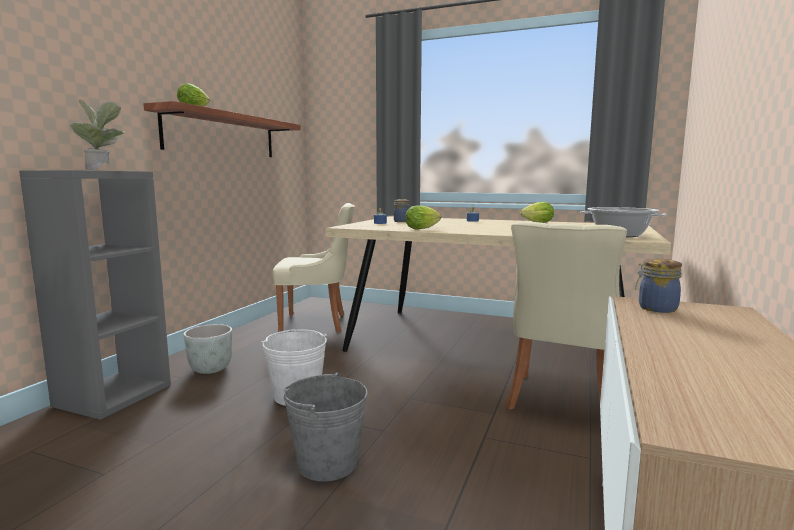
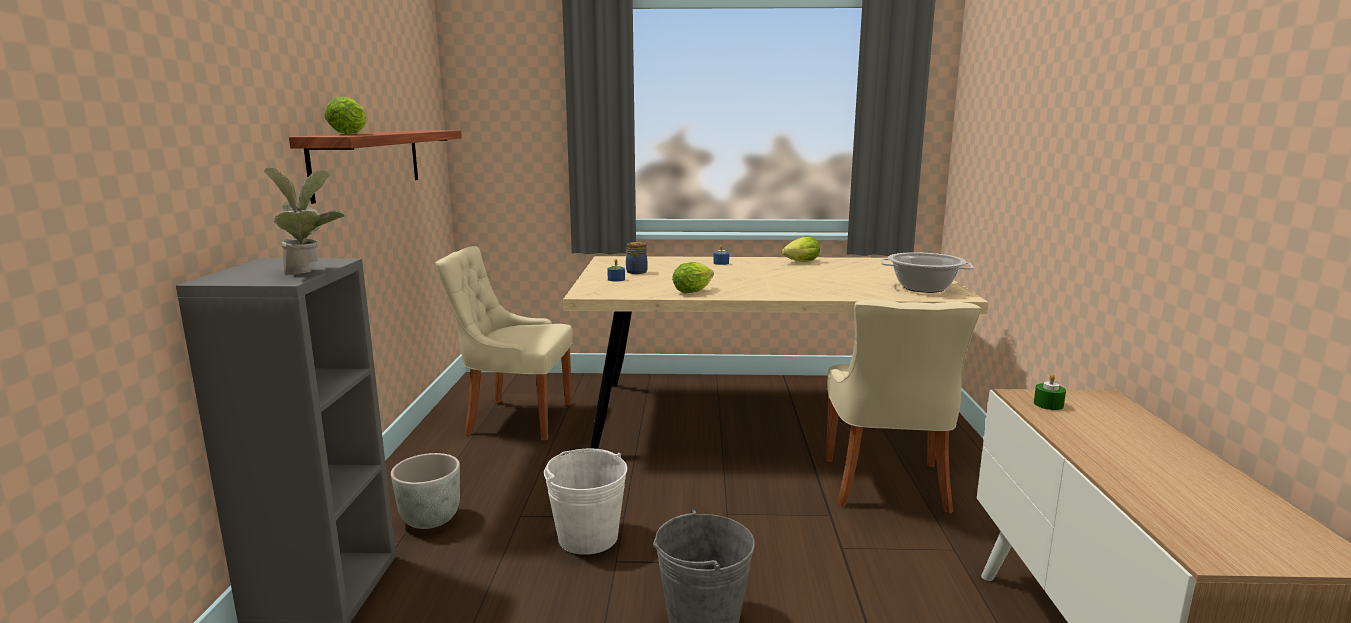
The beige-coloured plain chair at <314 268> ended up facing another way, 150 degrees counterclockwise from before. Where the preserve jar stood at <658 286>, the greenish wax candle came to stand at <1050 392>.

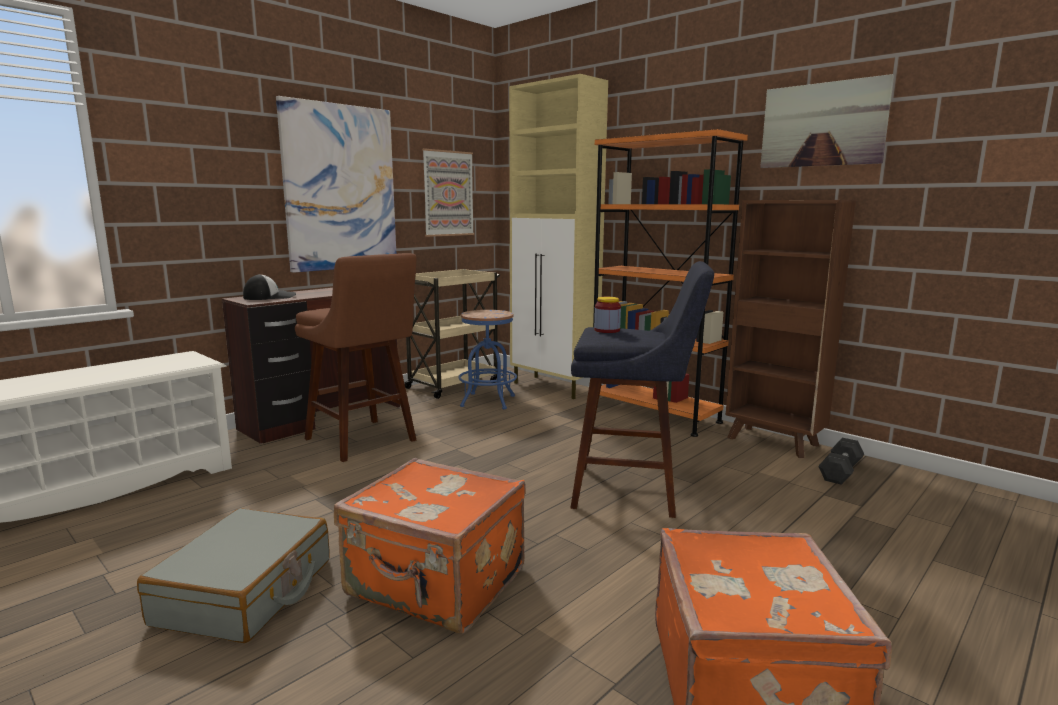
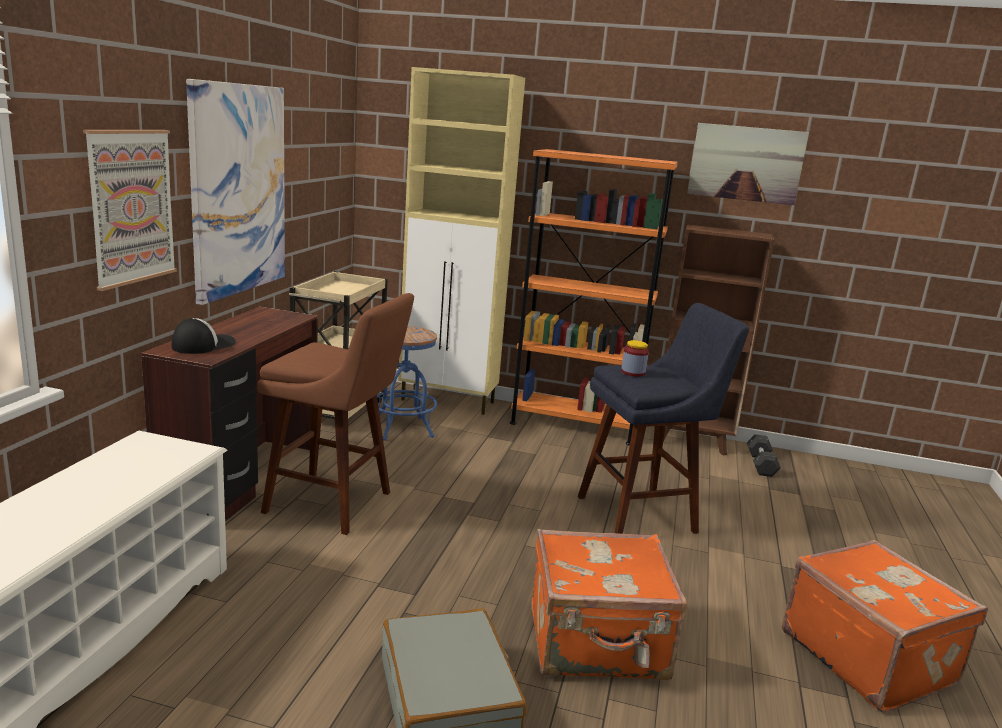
The wall picture ended up elsewhere, having gone from <448 192> to <130 210>.

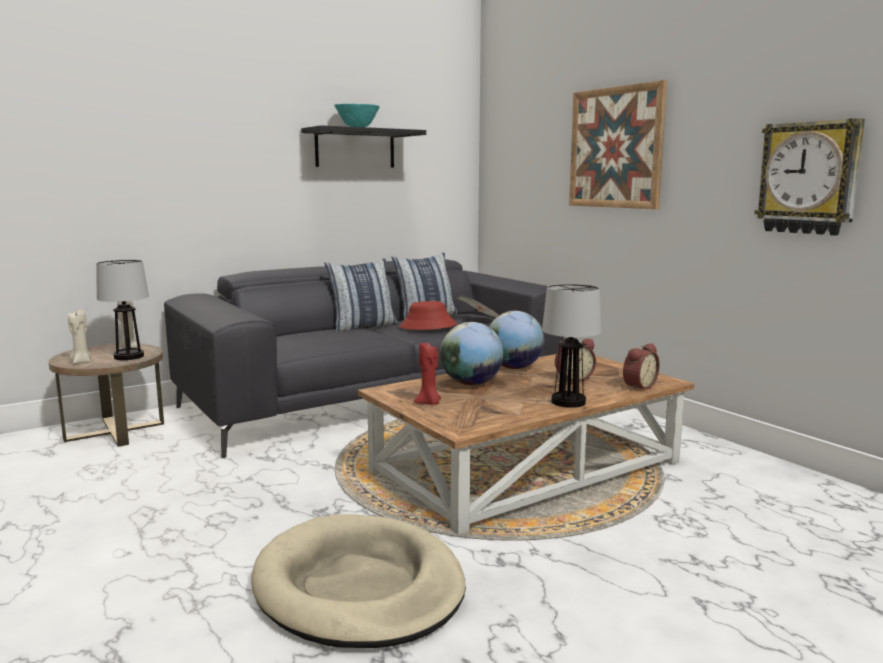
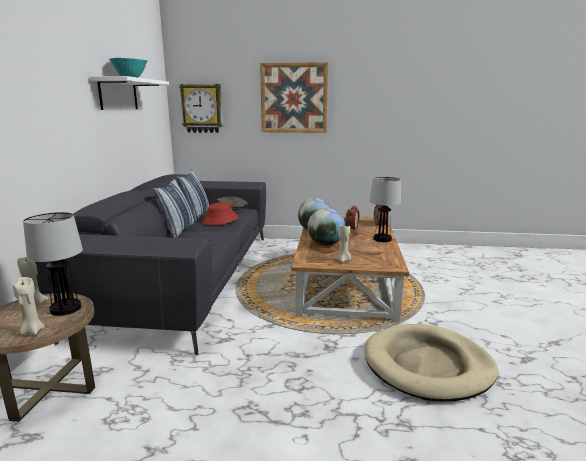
What was the black-coloured shelf at <363 146> turned into the white shelf at <129 93>. What was the red wax candle at <428 374> turned into the beige-coloured wax candle at <344 243>. The wall clock ended up elsewhere, having gone from <809 177> to <201 108>.

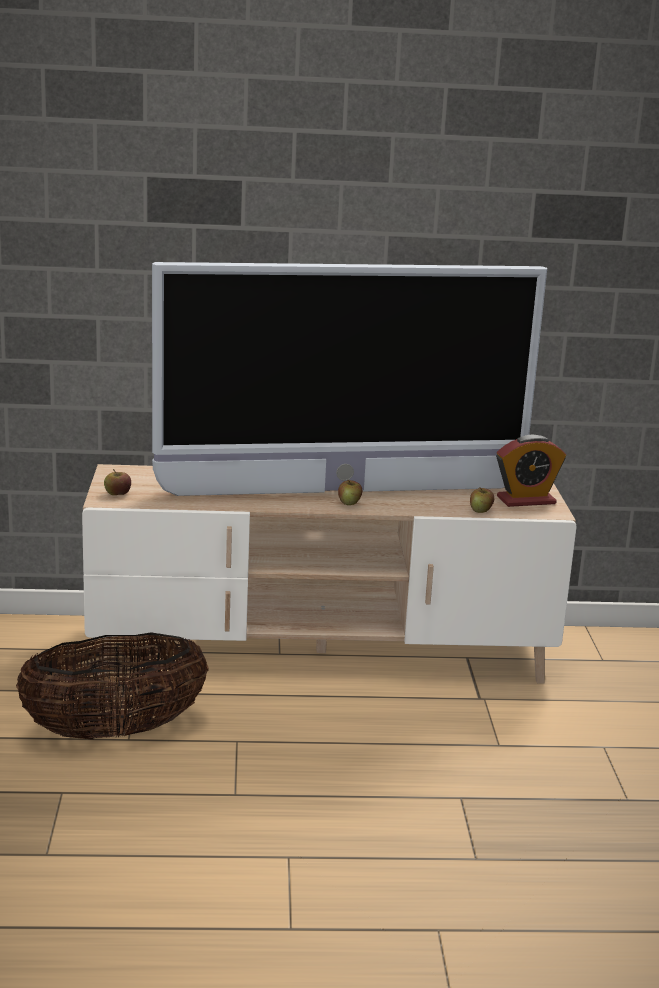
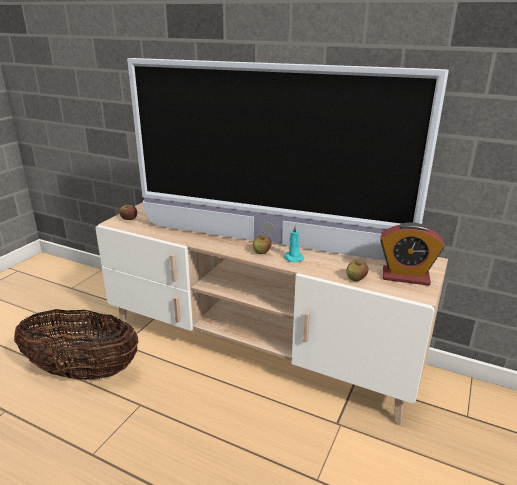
The second view gained the blue-green wax candle at <294 243>.

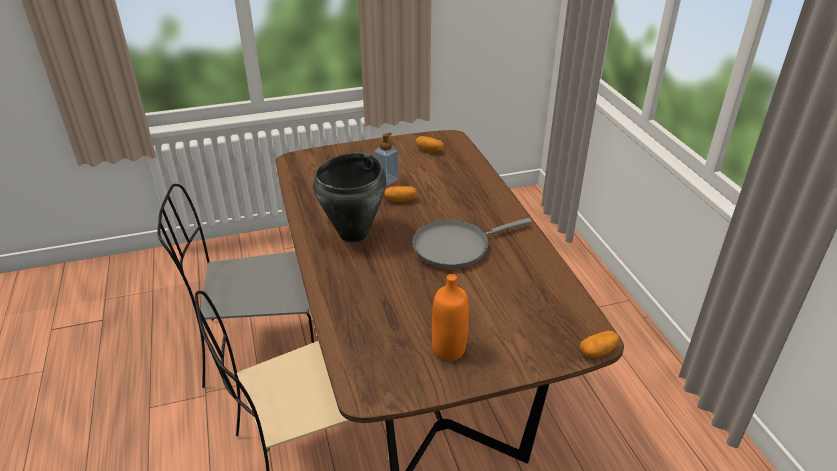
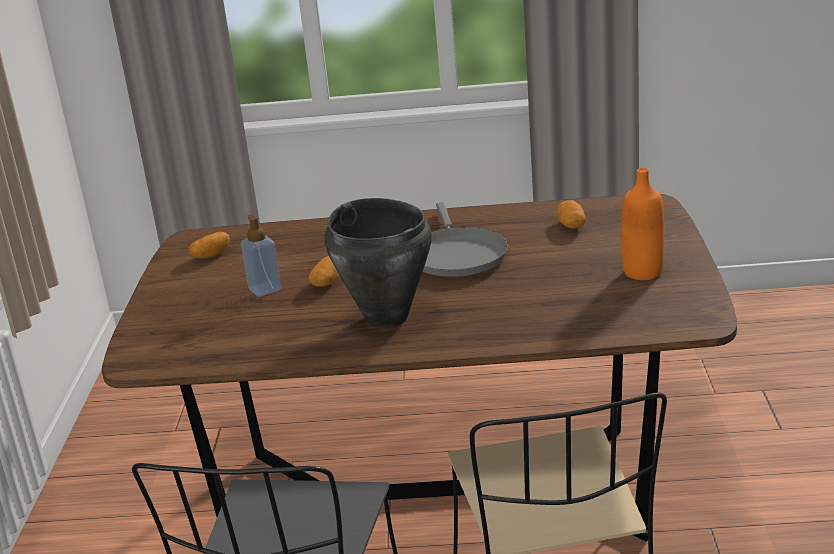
The potato ended up elsewhere, having gone from <599 344> to <571 214>.

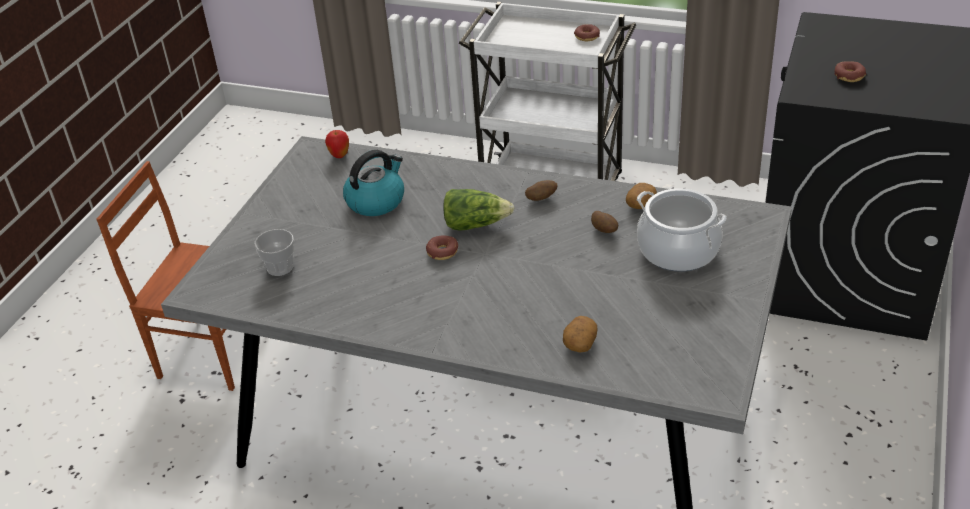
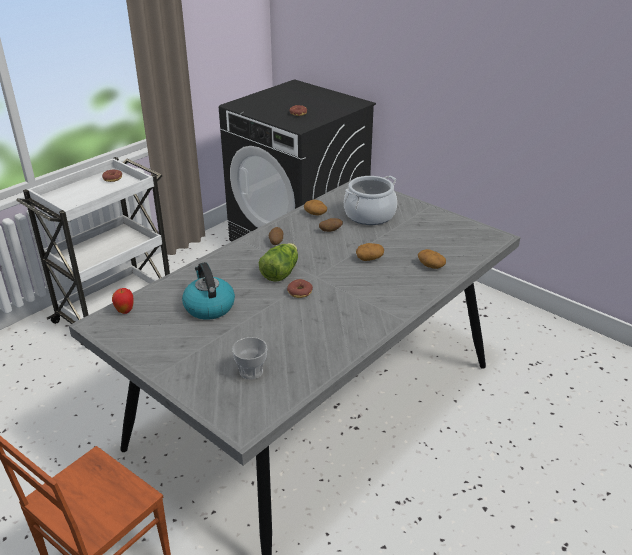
The second view gained the potato at <370 252>.

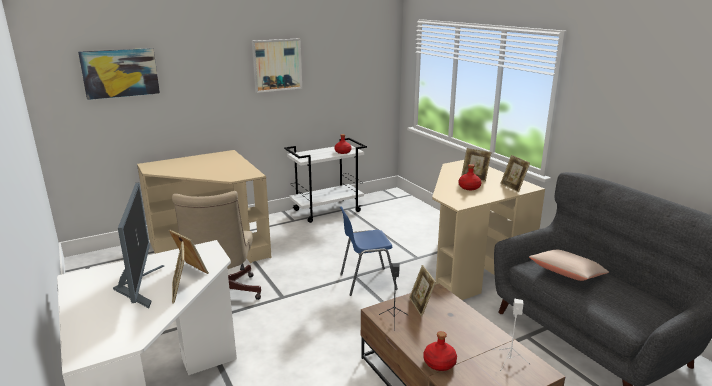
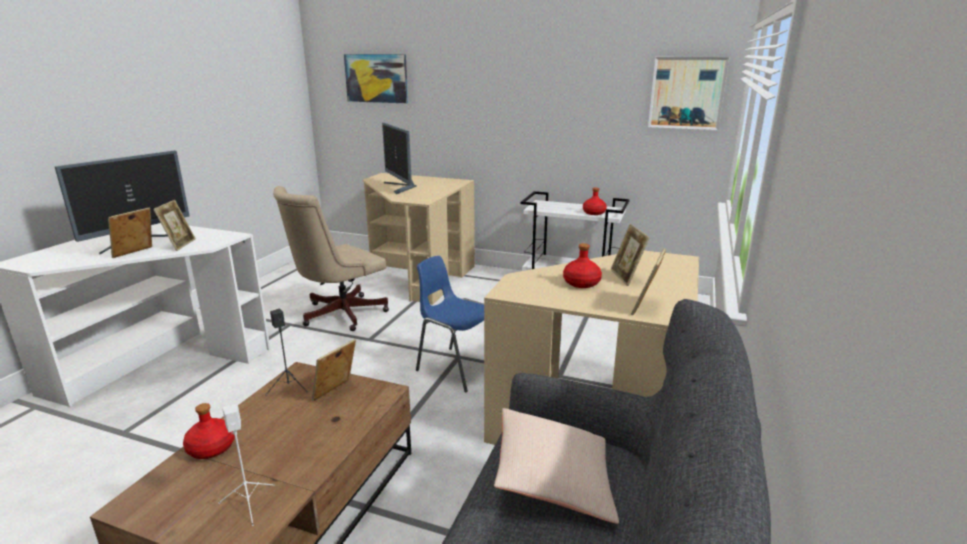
The wall picture ended up elsewhere, having gone from <277 65> to <688 93>. The second view gained the monitor at <399 158>.

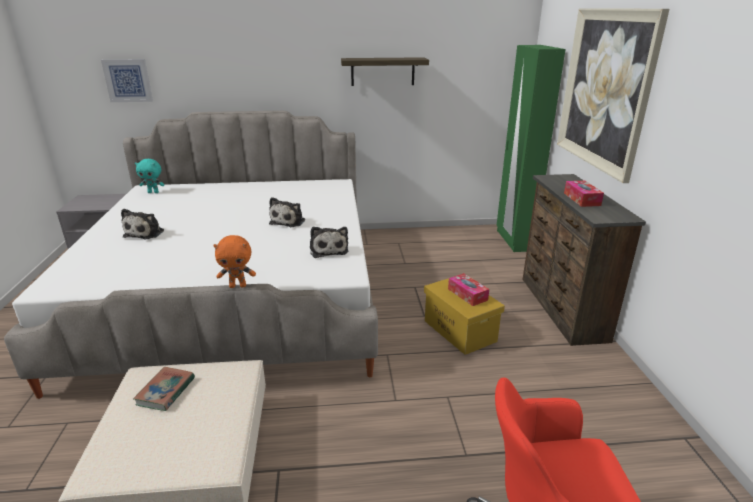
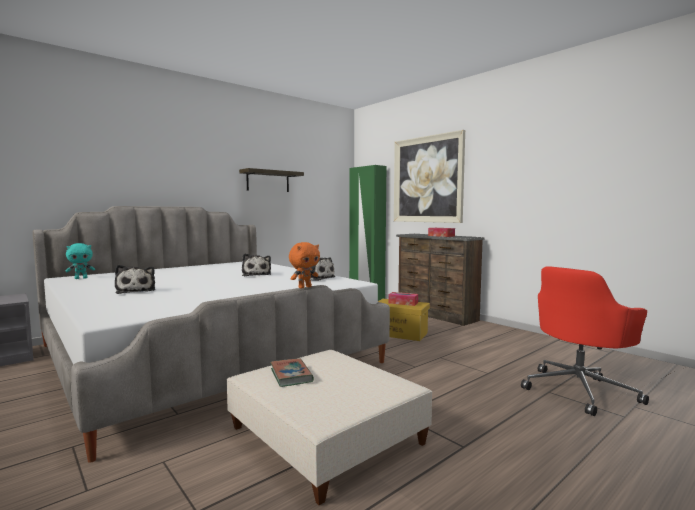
The second view lost the wall picture at <127 80>.

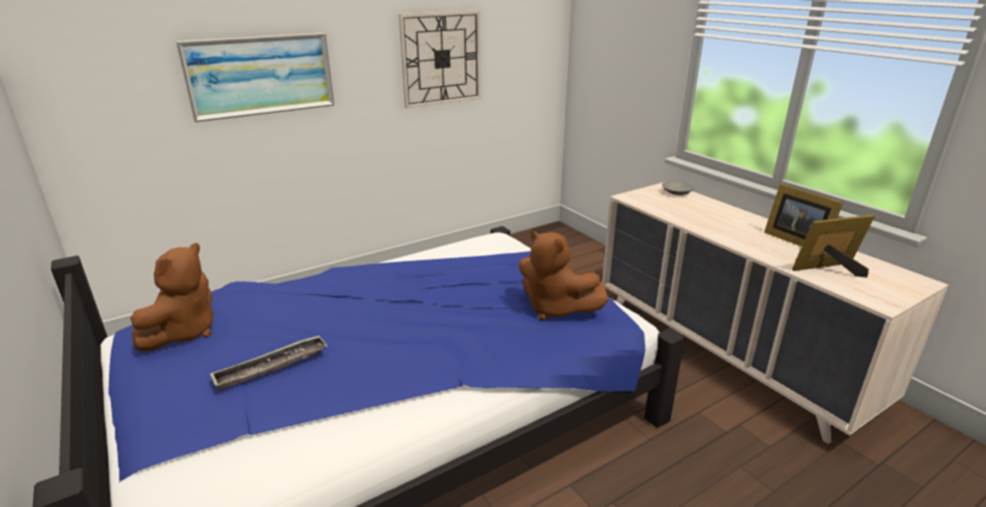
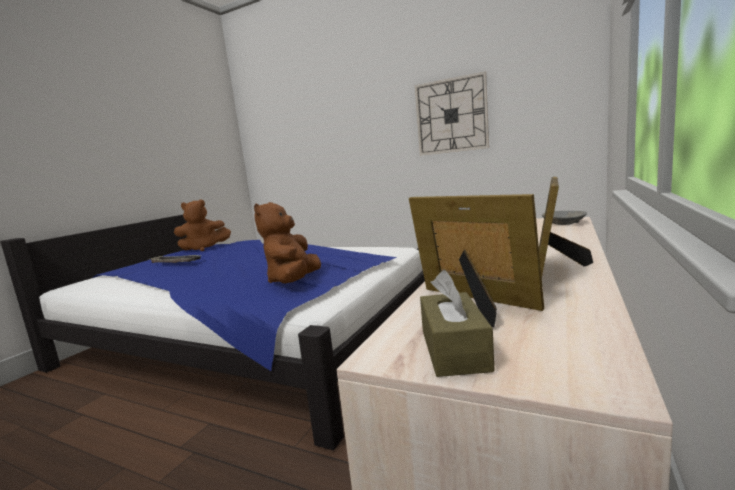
The second view lost the wall picture at <255 77>. The second view gained the brown box of tissues at <457 323>.

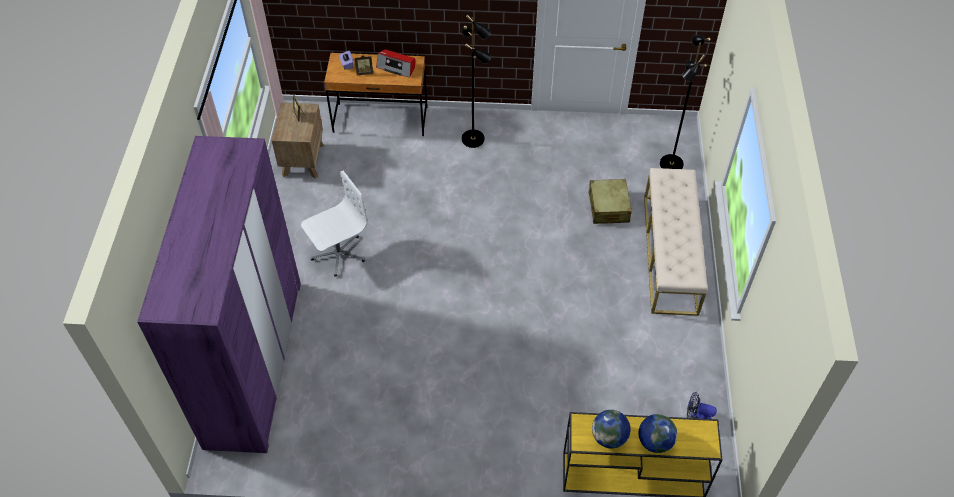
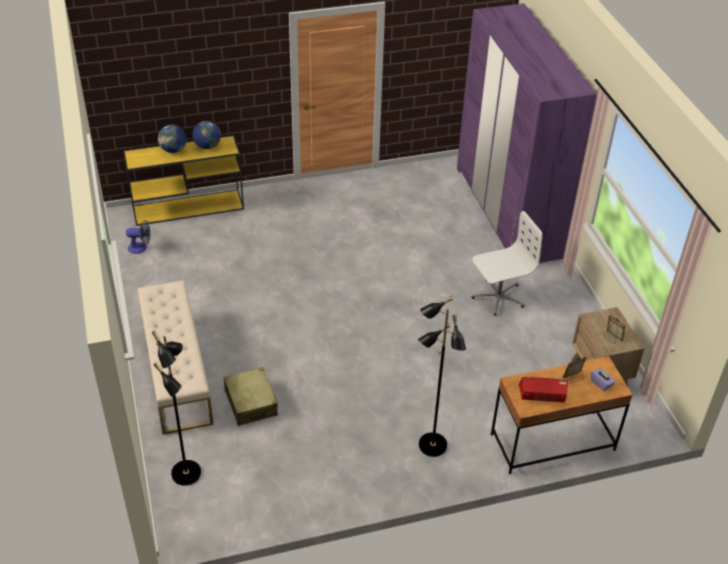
The white desk chair at <334 223> ended up facing another way, 150 degrees counterclockwise from before.

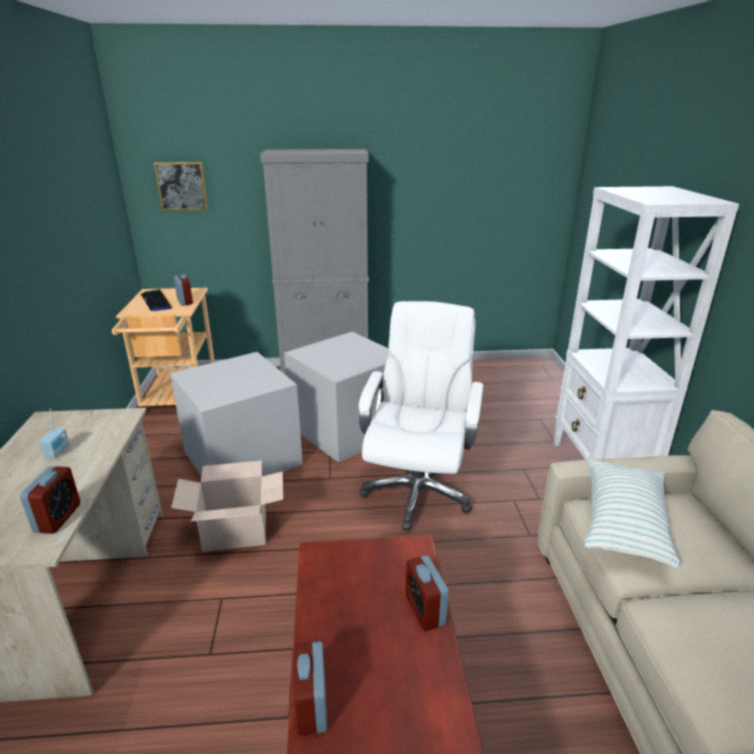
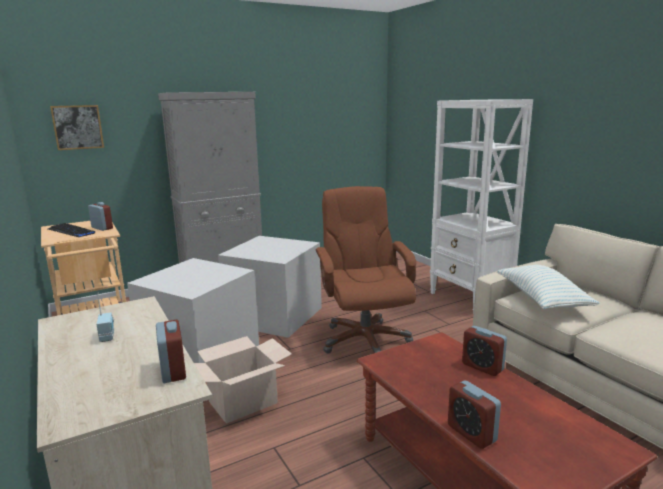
What was the white desk chair at <421 416> turned into the brown desk chair at <365 269>.

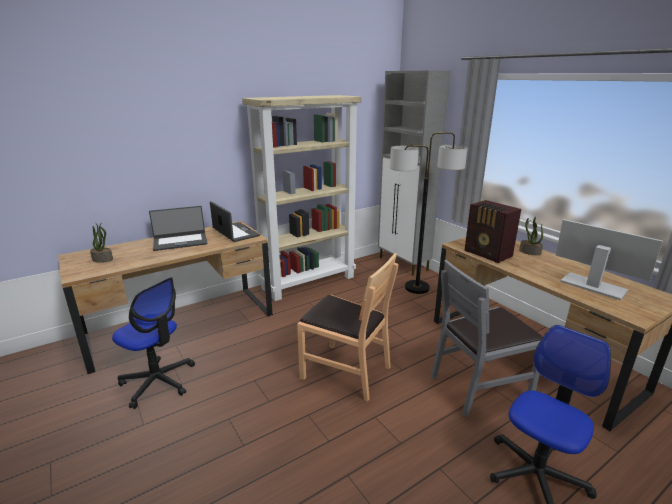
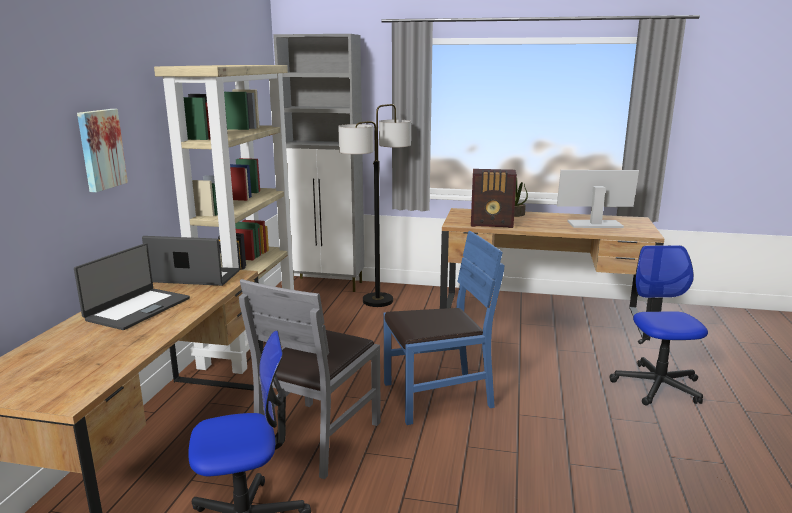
The second view lost the houseplant at <101 242>. What was the brown plain chair at <347 327> turned into the bluish plain chair at <443 328>. The grey plain chair ended up elsewhere, having gone from <487 338> to <310 379>. The second view gained the wall picture at <102 150>.

